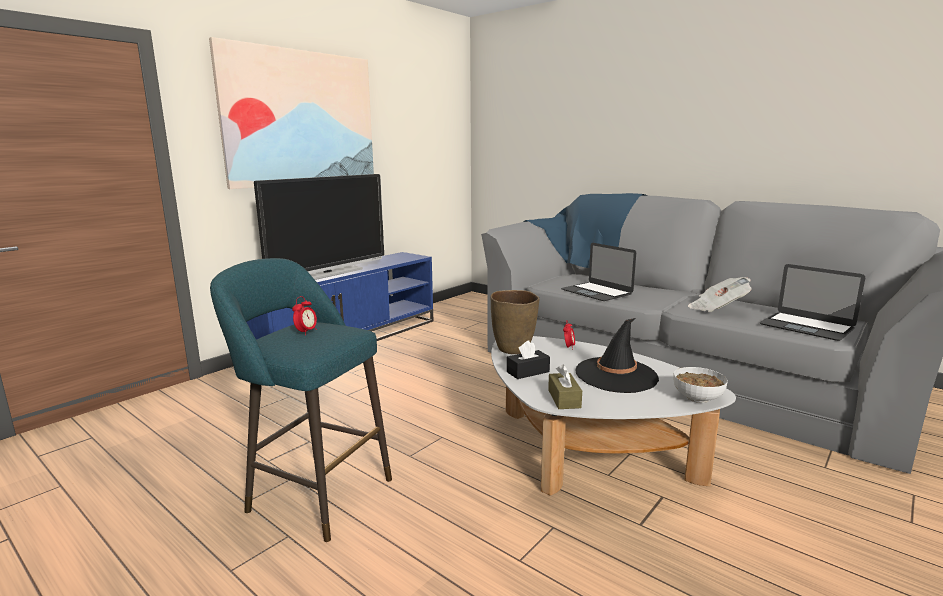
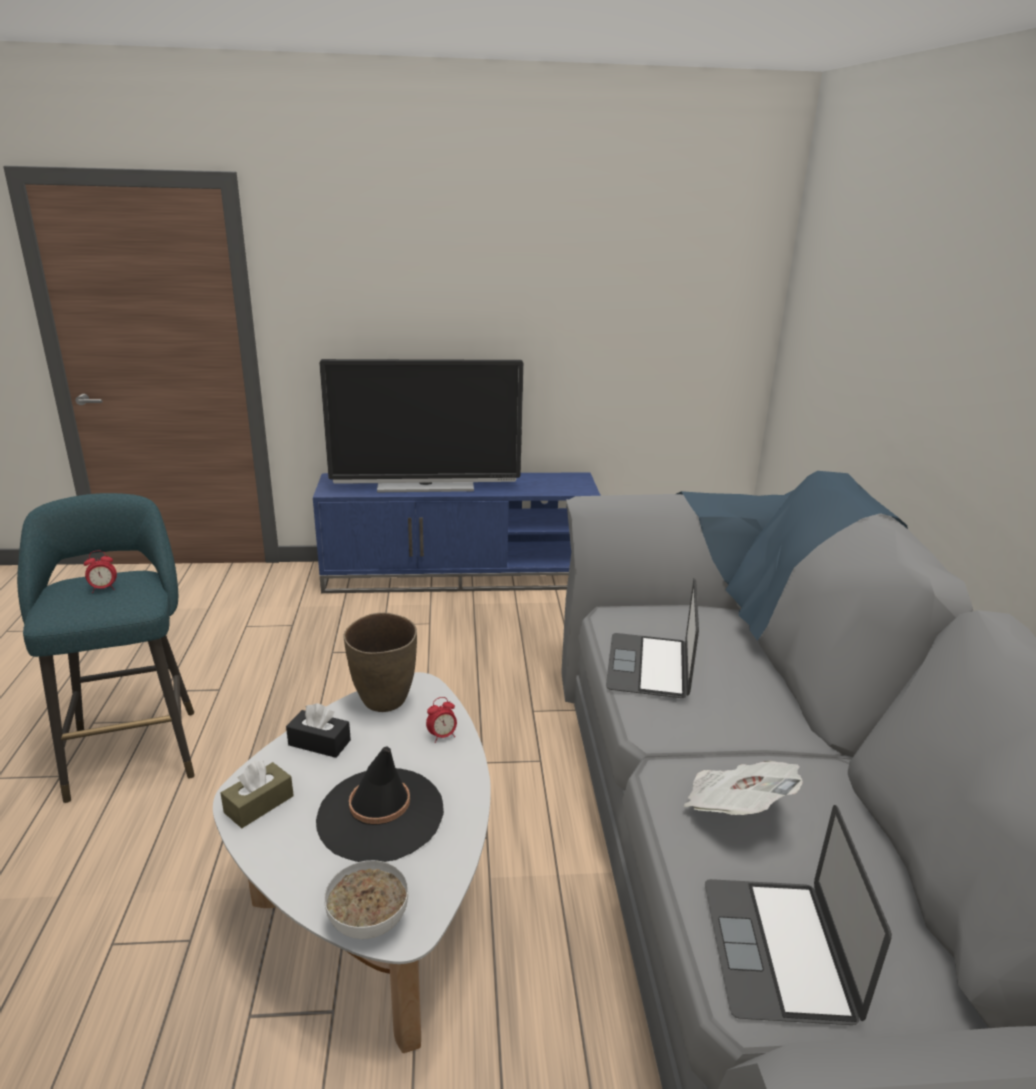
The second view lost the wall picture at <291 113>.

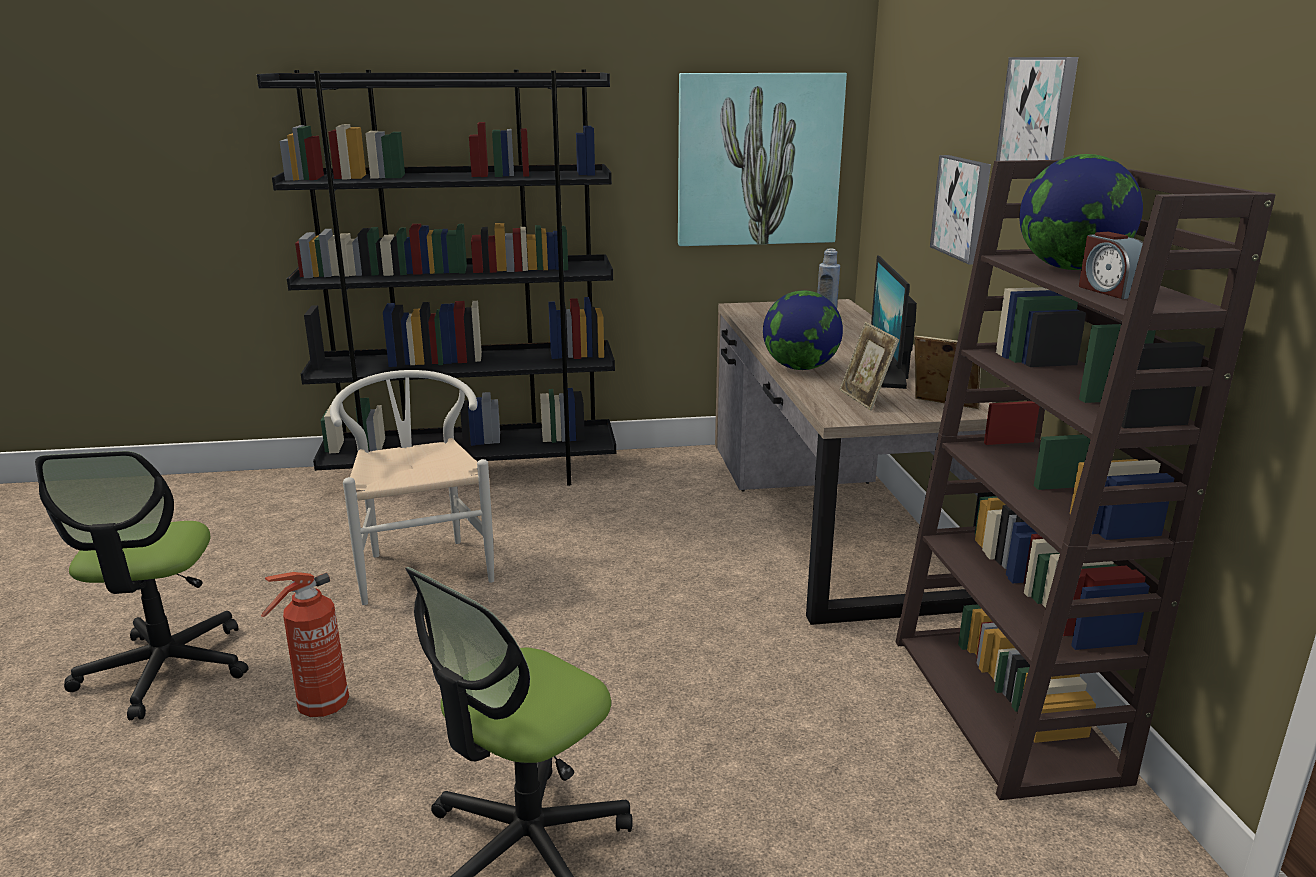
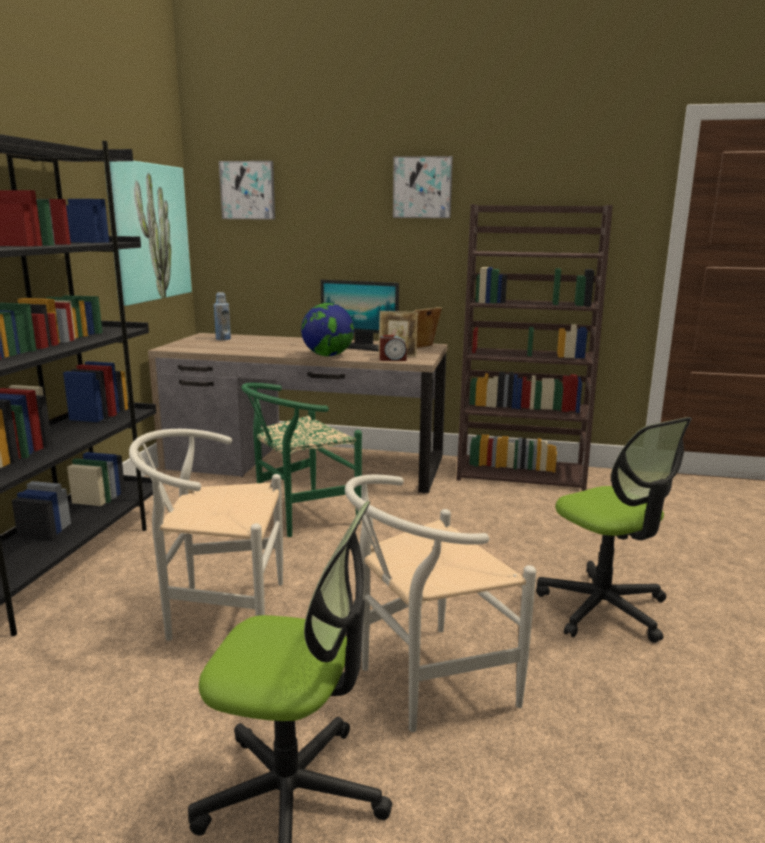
Where the extinguisher stood at <305 644>, the white plain chair came to stand at <440 603>. The wall picture ended up elsewhere, having gone from <960 210> to <247 190>. The second view lost the desk globe at <1081 212>. The bedside clock ended up elsewhere, having gone from <1111 265> to <393 348>. The second view gained the greenish plain chair at <301 460>.

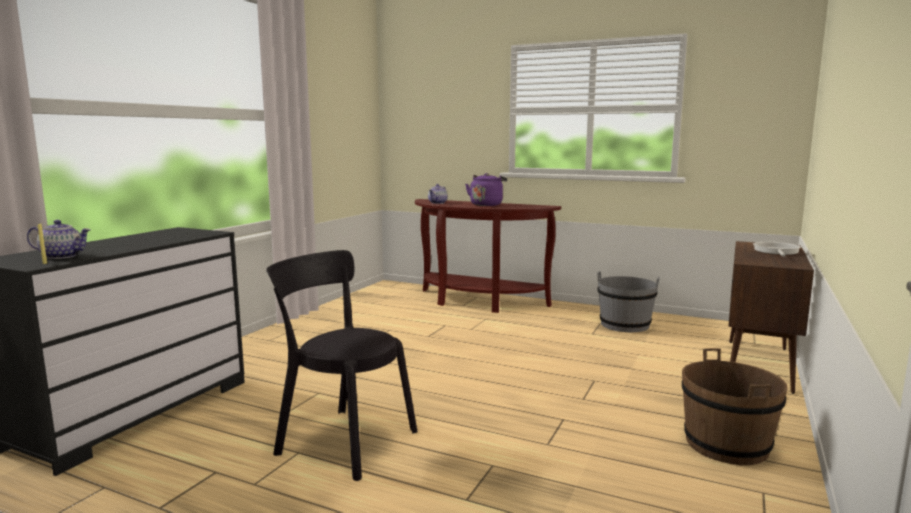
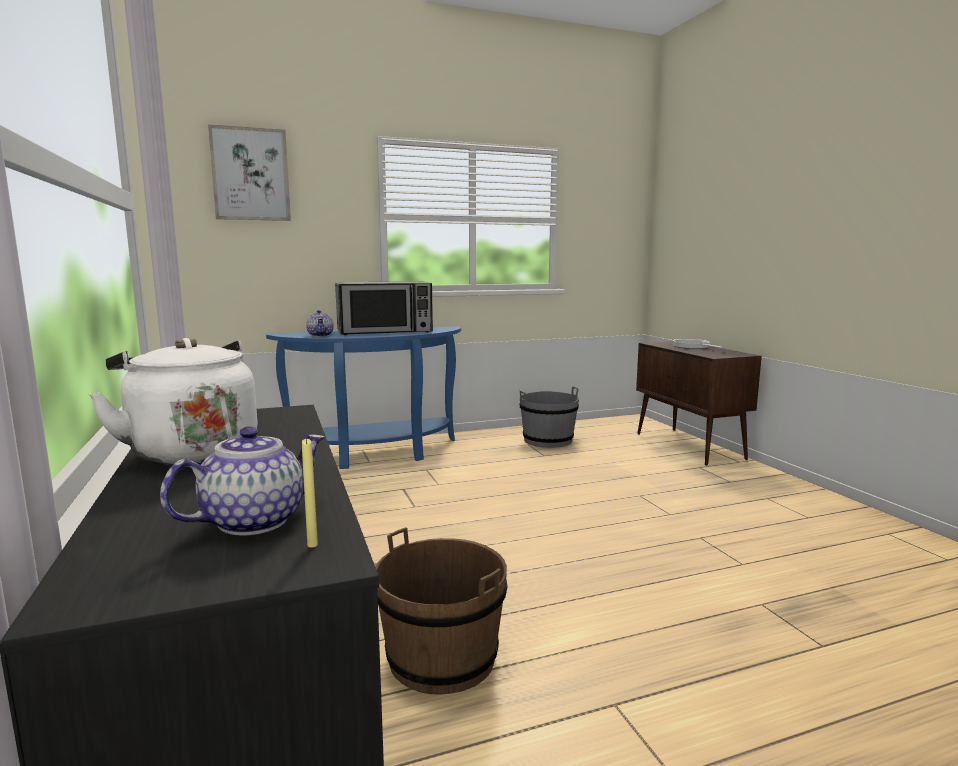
The second view lost the black-coloured plain chair at <341 365>. What was the brown narrow table at <488 256> turned into the bluish narrow table at <363 397>. Where the purplish tea kettle stood at <486 189>, the kitchen microwave came to stand at <384 308>. The brown water bucket ended up elsewhere, having gone from <734 406> to <441 611>. The second view gained the white tea kettle at <173 401>. The second view gained the wall picture at <249 172>.

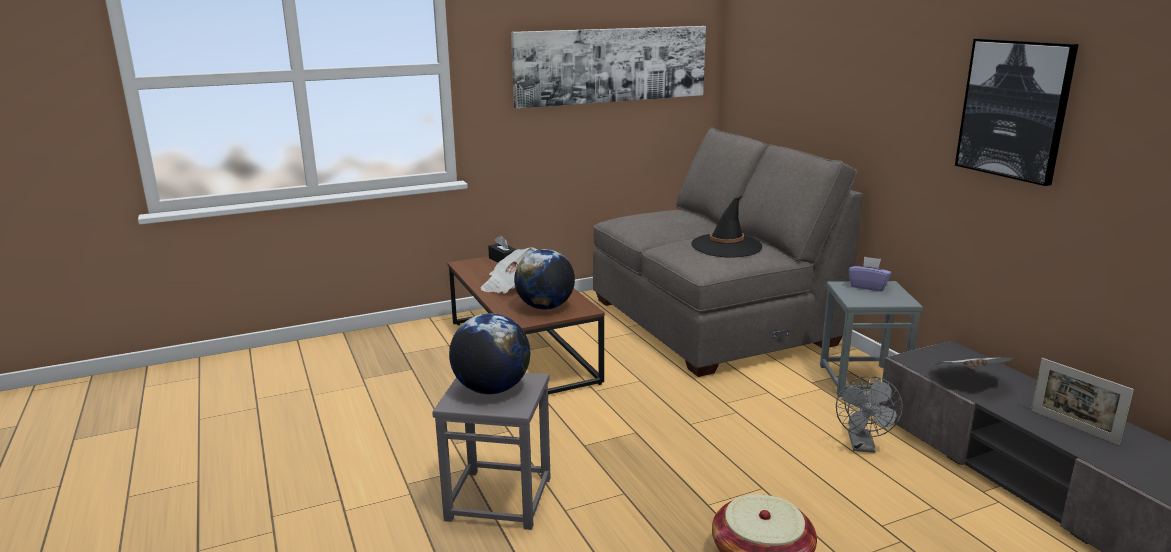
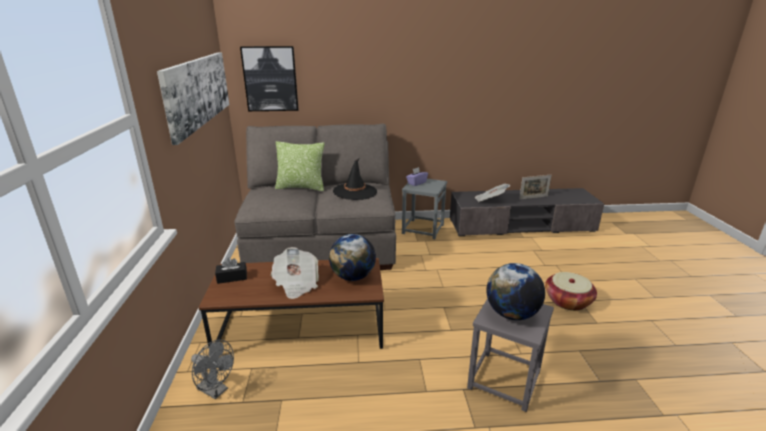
The grey electric fan ended up elsewhere, having gone from <869 414> to <212 370>. The wall picture ended up elsewhere, having gone from <1017 112> to <269 78>. The second view gained the cushion at <299 166>.

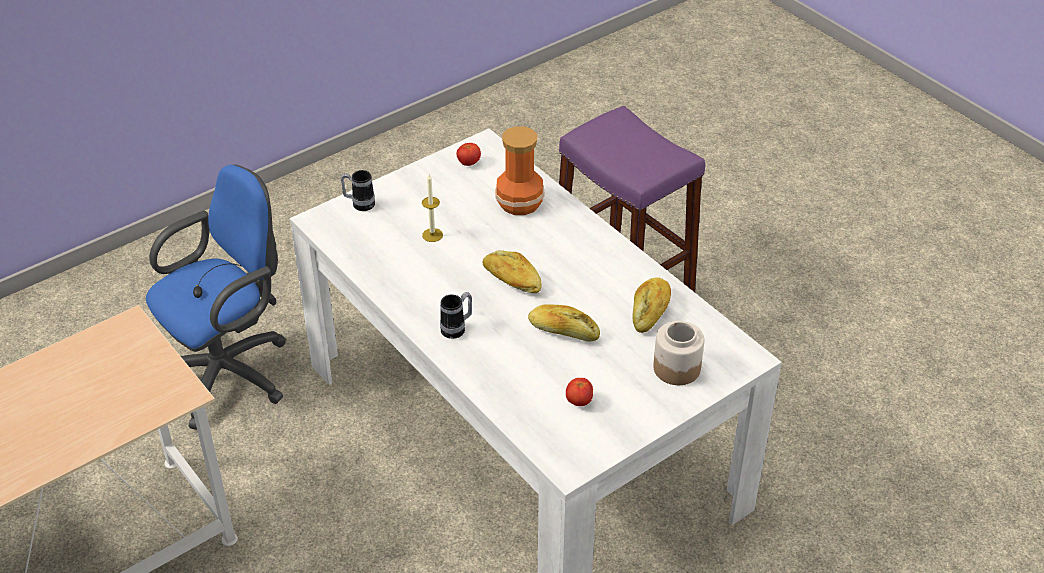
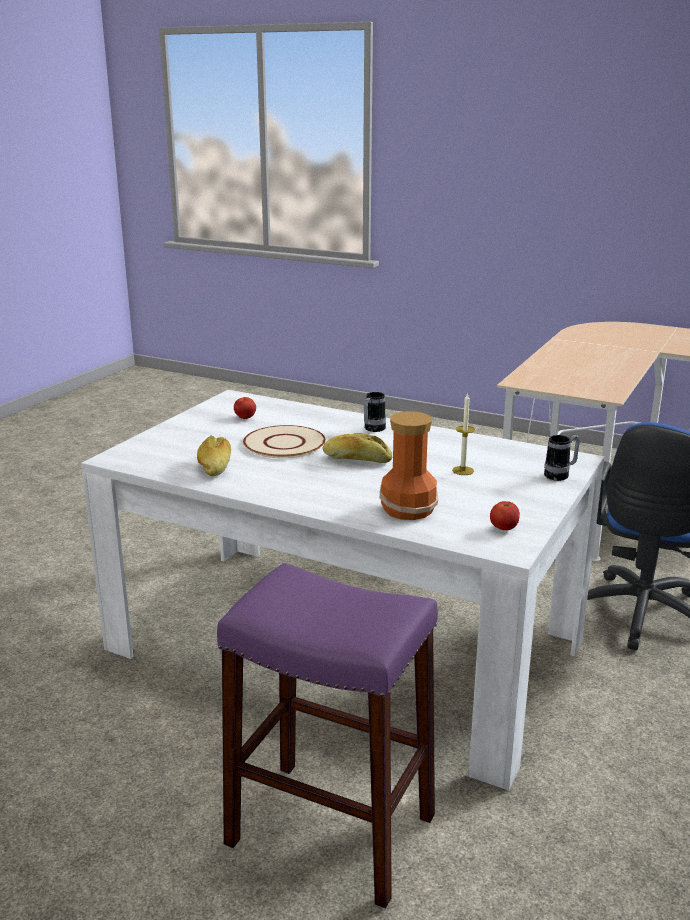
Where the bakery bread stood at <564 322>, the beige-coloured dinner plate came to stand at <284 441>. The second view lost the preserve jar at <678 353>.

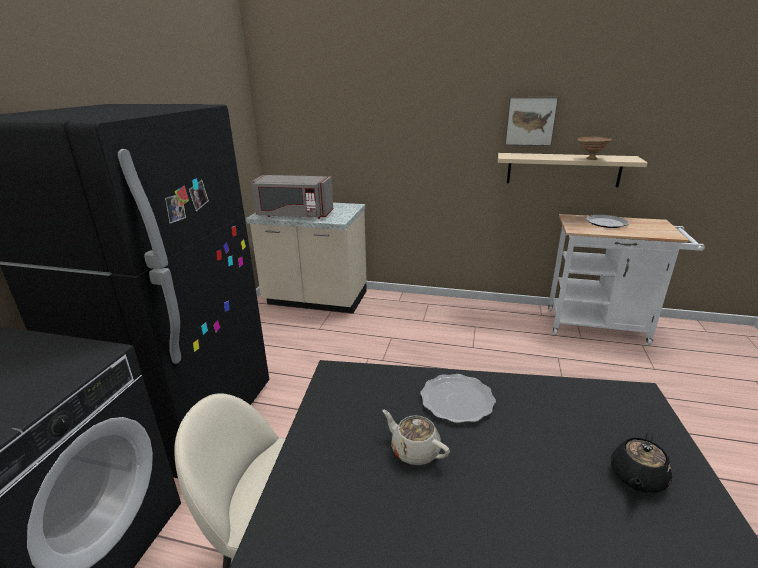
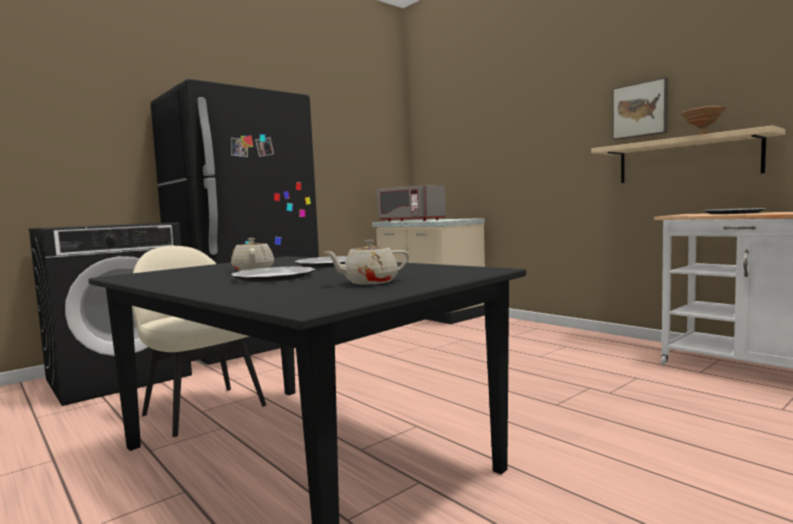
What was the black-coloured pot for tea at <641 462> turned into the beige-coloured pot for tea at <366 262>. The second view gained the dinner plate at <273 274>.

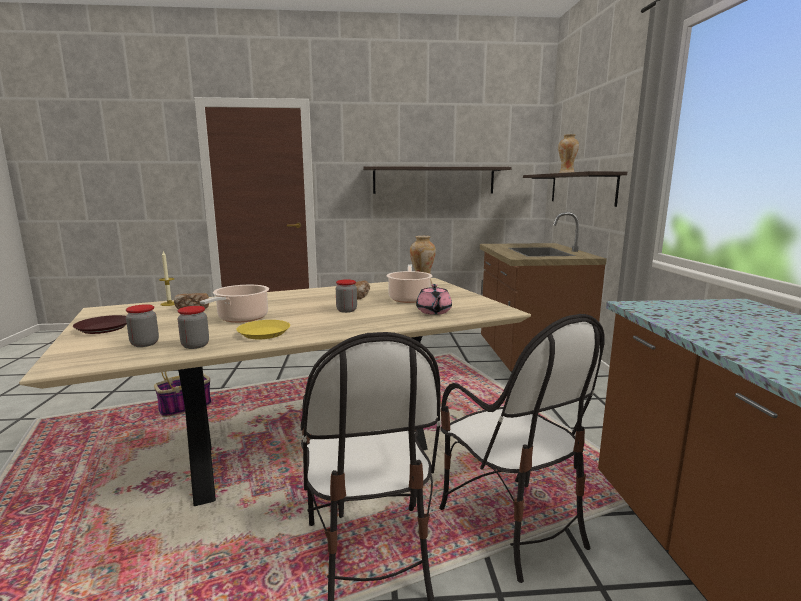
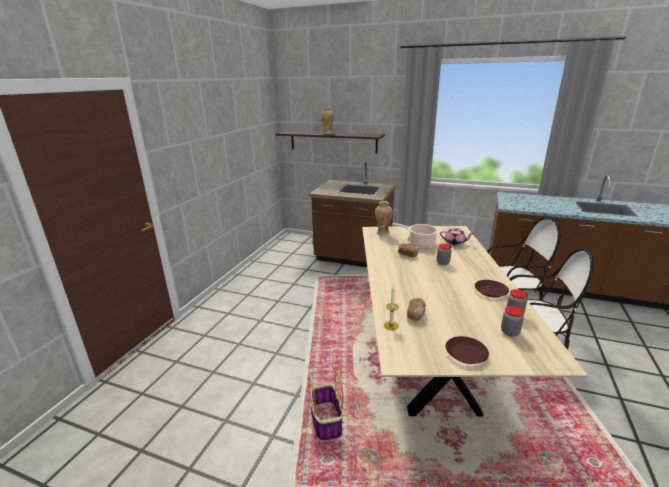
The second view lost the stockpot at <234 304>. What was the yellow-coloured dinner plate at <263 329> turned into the brown dinner plate at <492 289>. The second view lost the shelf at <437 180>.

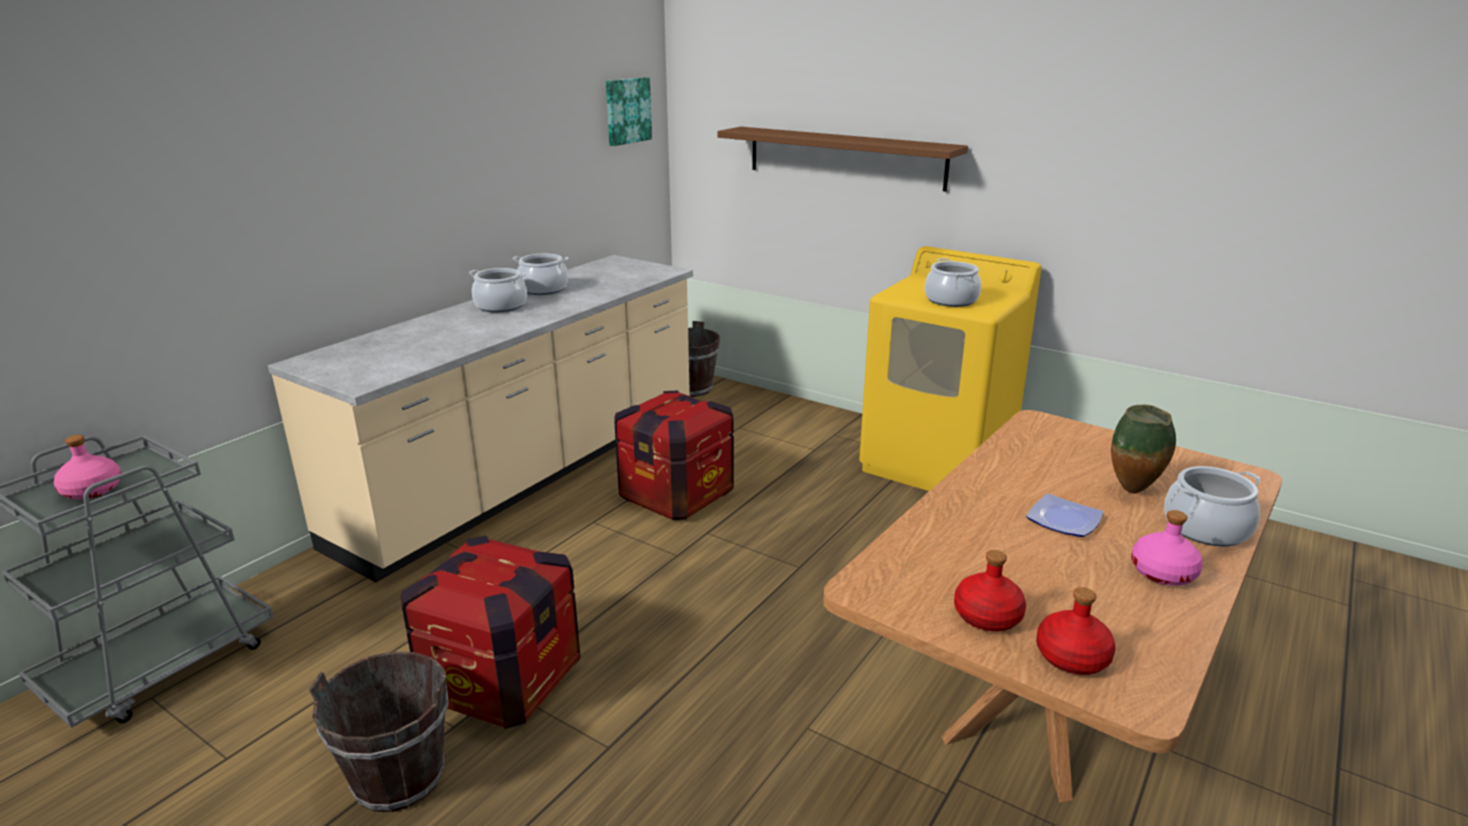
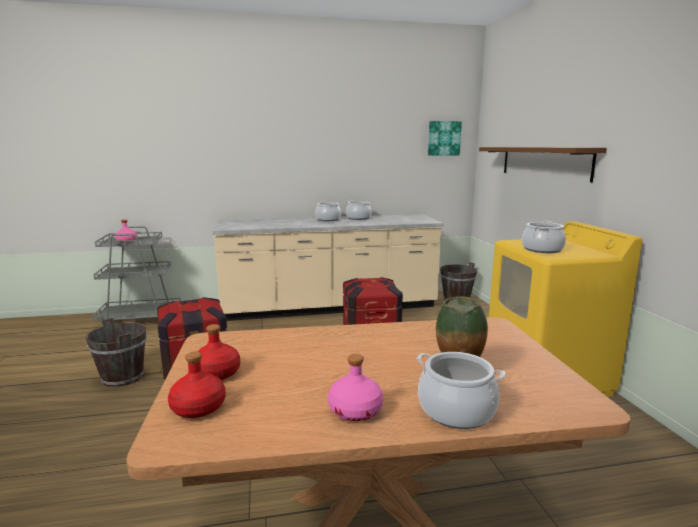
The second view lost the dinner plate at <1065 515>.

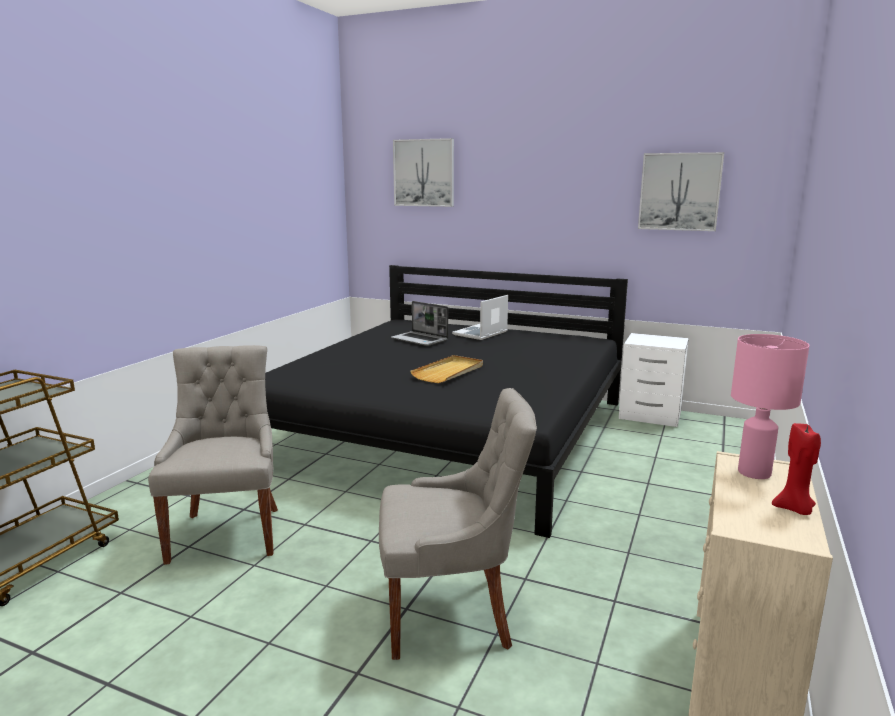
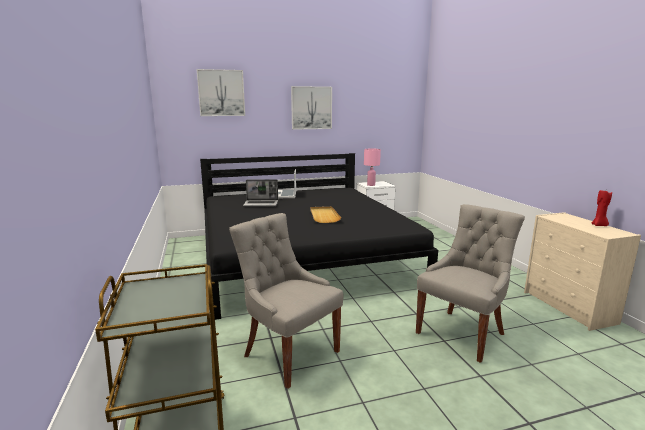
The wall picture ended up elsewhere, having gone from <681 191> to <311 108>. The pink tabletop lamp ended up elsewhere, having gone from <770 406> to <372 167>.

